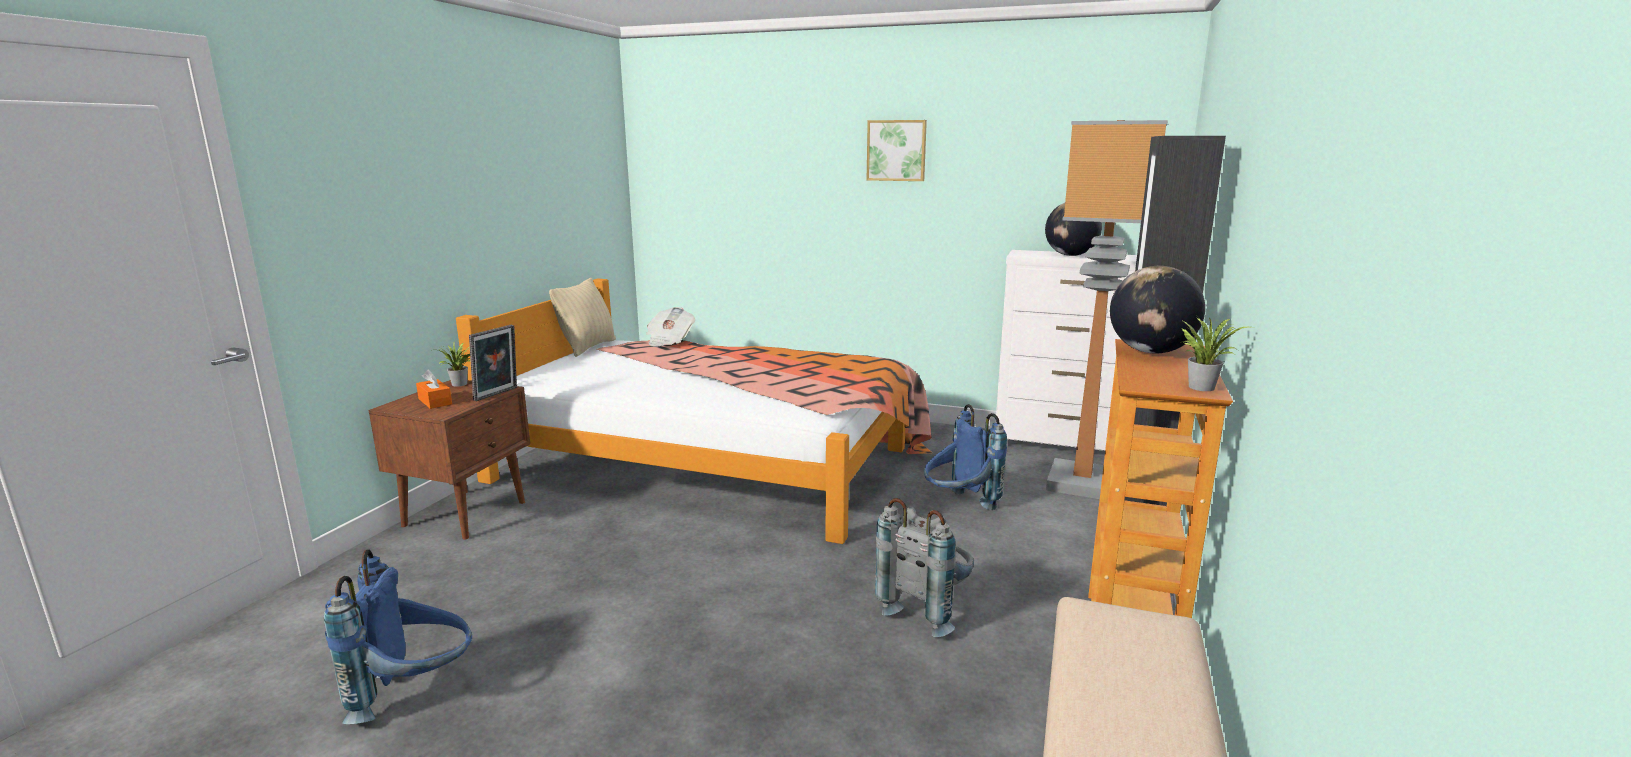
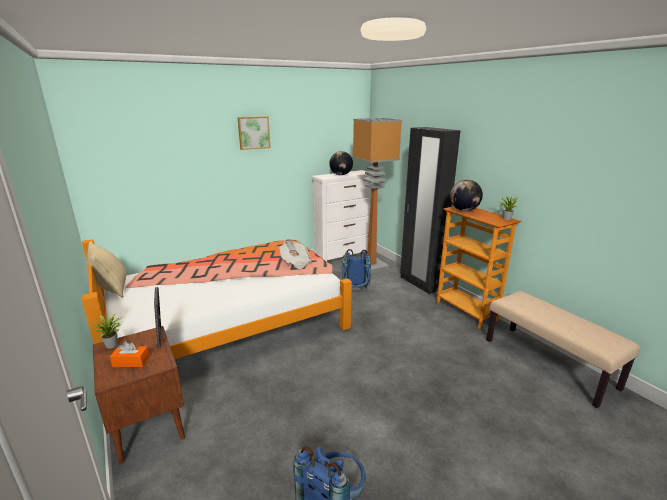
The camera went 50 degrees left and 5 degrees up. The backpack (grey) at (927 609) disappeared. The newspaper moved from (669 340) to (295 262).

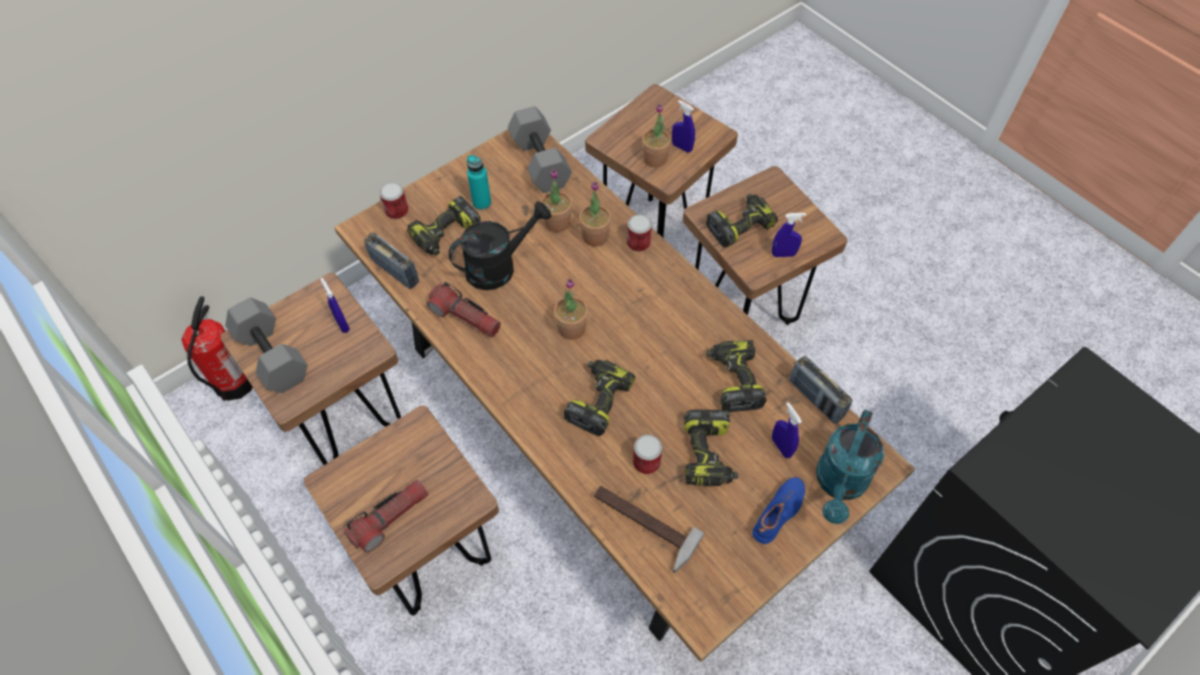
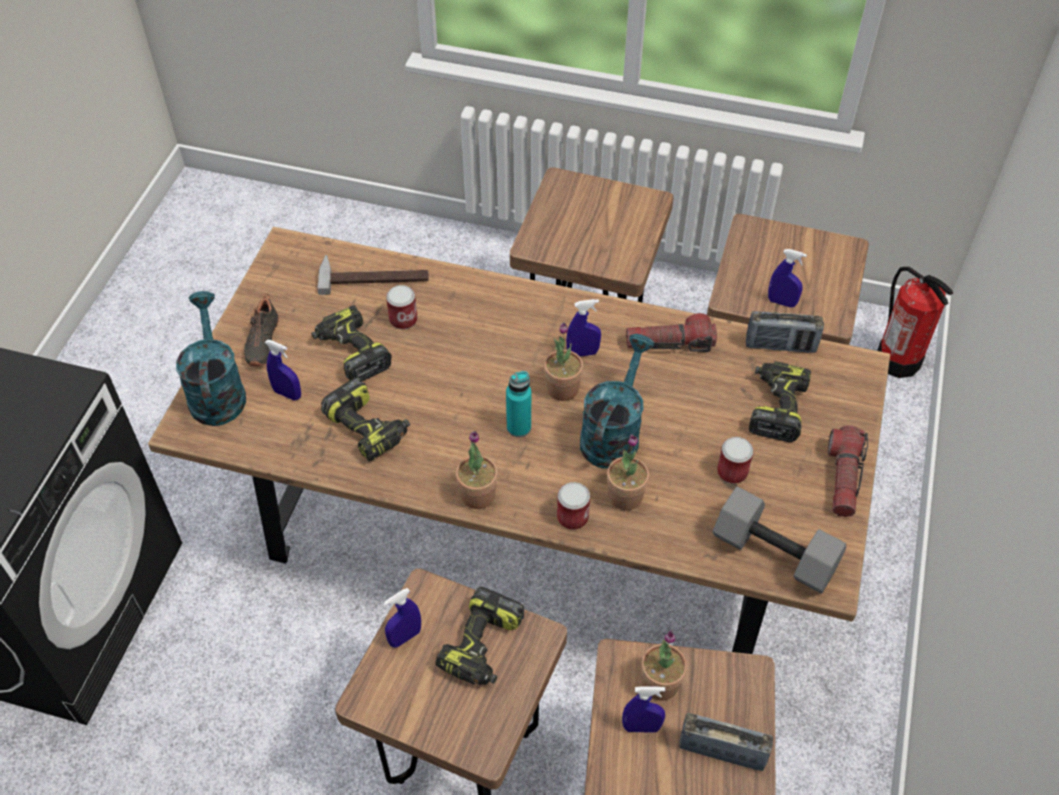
The camera went 145 degrees right and 5 degrees down. The dumbbell (grey) at (274 355) disappeared. The watering can (black) at (499 266) disappeared. The power drill at (598 400) disappeared. The spray bottle (blue) at (582 353) appeared. The watering can (turquoise) at (613 433) appeared. The flashlight moved from (390 518) to (843 478). The can moved from (397 211) to (732 471). The bottle (turquoise) moved from (482 203) to (519 427). The potted plant moved from (557 223) to (478 495). The radio moved from (815 399) to (722 752). The shoe (blue) at (779 514) became the shoe (black) at (261 341).

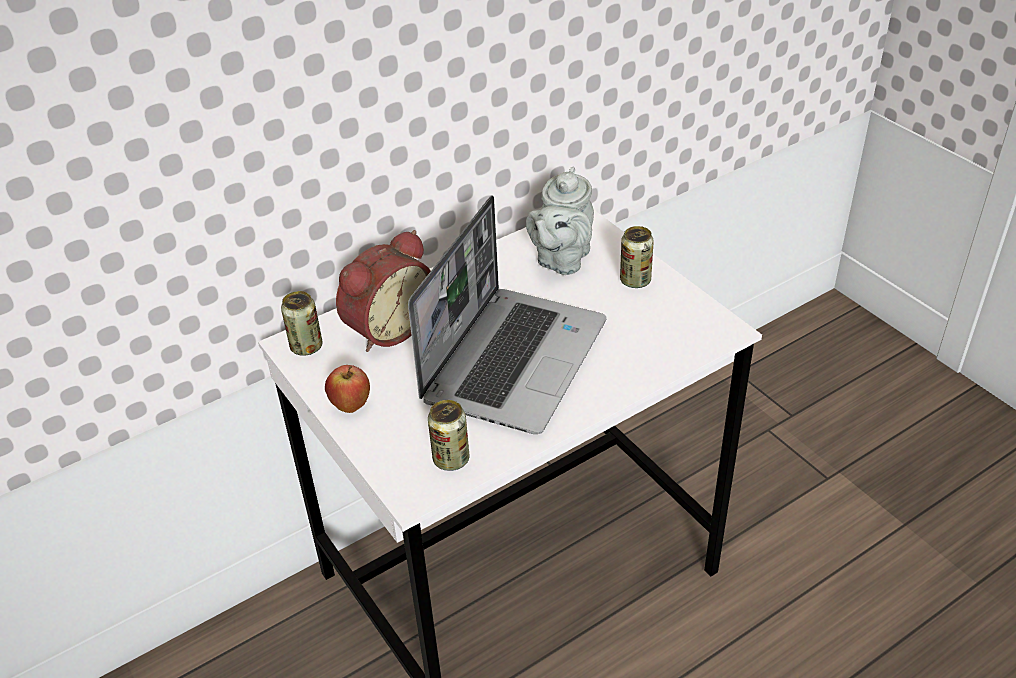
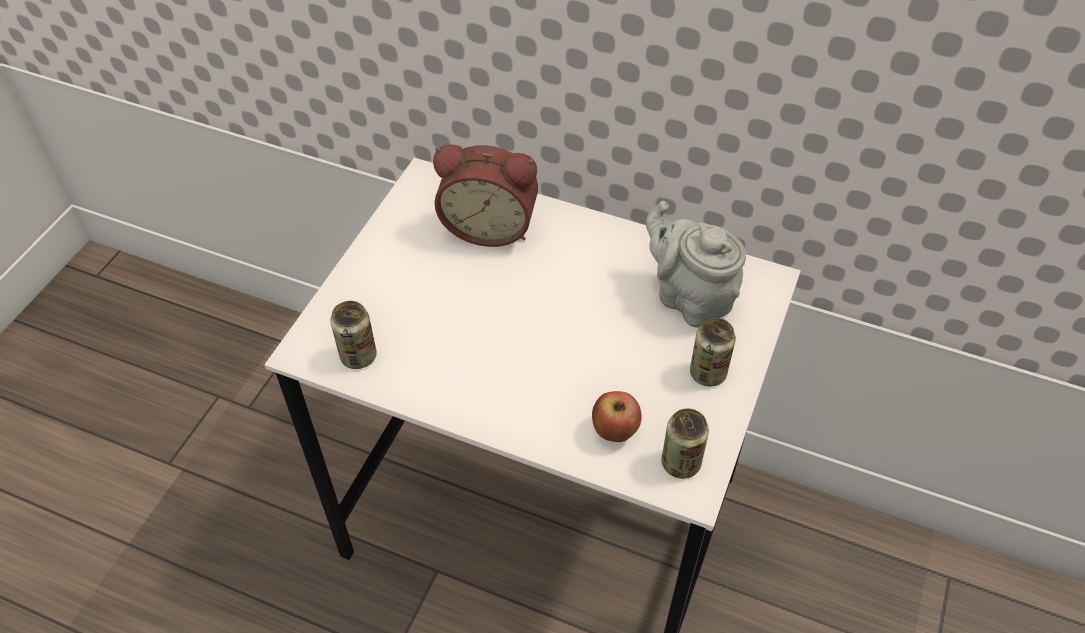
The camera went 55 degrees right and 10 degrees up. The laptop at (514 359) disappeared. The can moved from (306 347) to (680 463). The apple moved from (351 406) to (615 432). The teapot (grey) at (561 259) turned 60 degrees clockwise.

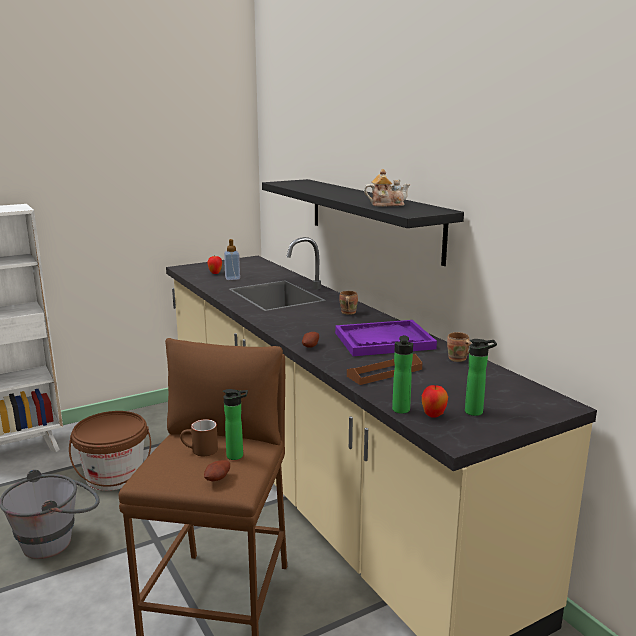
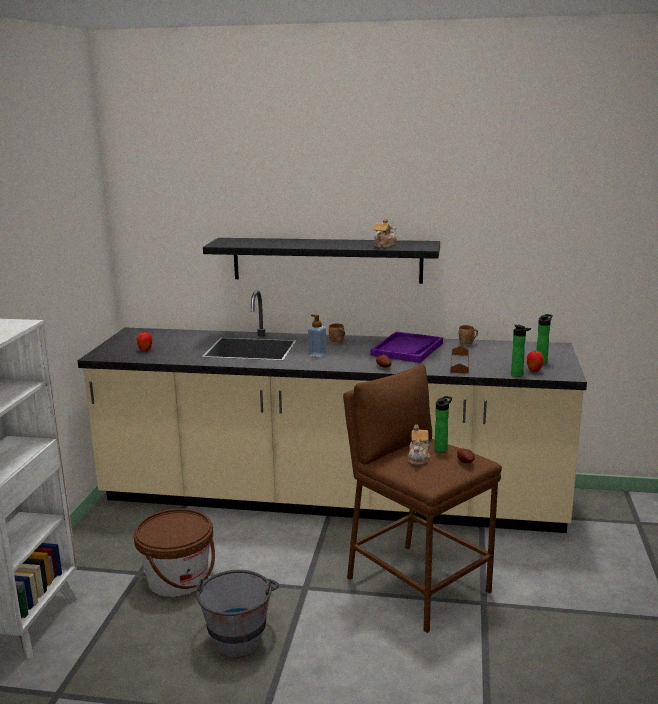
The camera went 50 degrees left and 0 degrees up. The soap dispenser moved from (232 278) to (317 355). The mug (brown) at (200 451) was replaced by the teapot at (419 458).

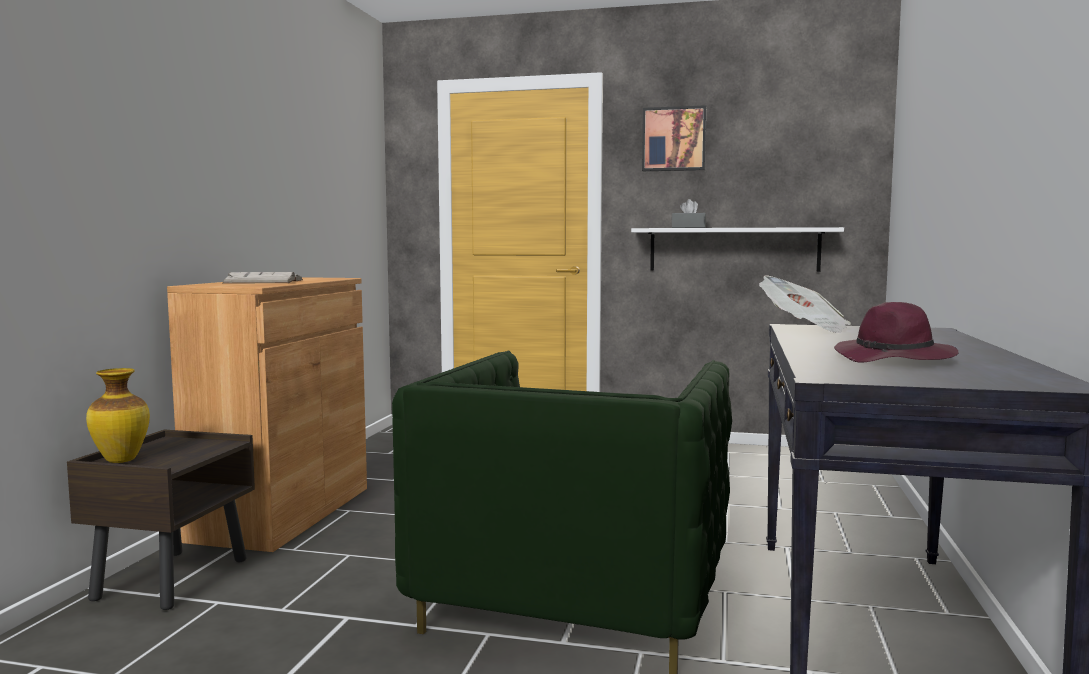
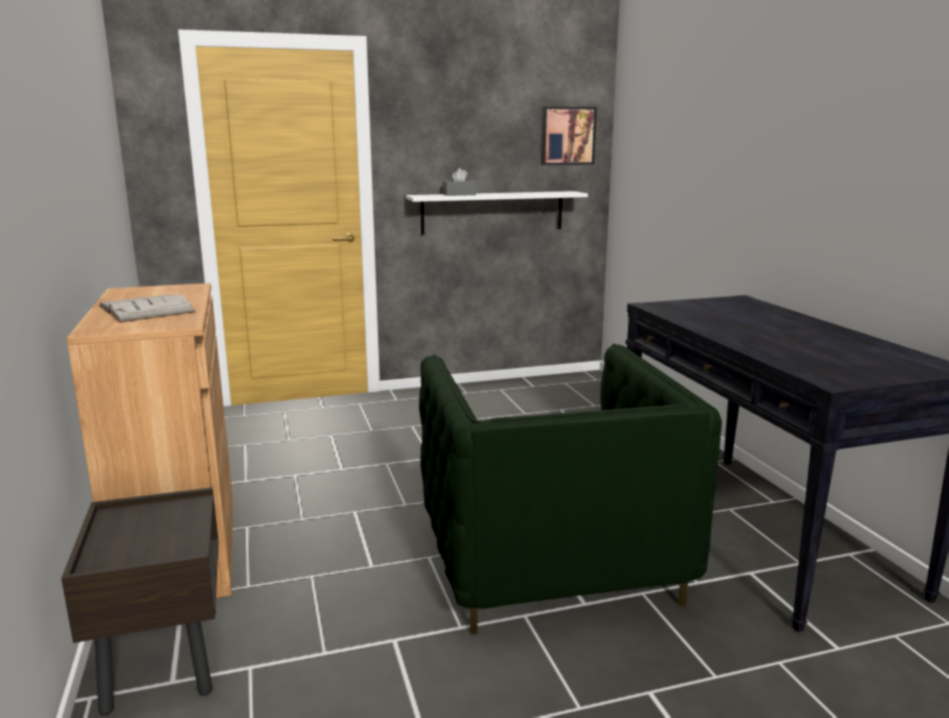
The camera went 30 degrees left and 10 degrees up. The vase at (120 460) disappeared. The newspaper at (804 329) disappeared. The hat (purple) at (895 359) disappeared. The picture moved from (674 139) to (567 136).

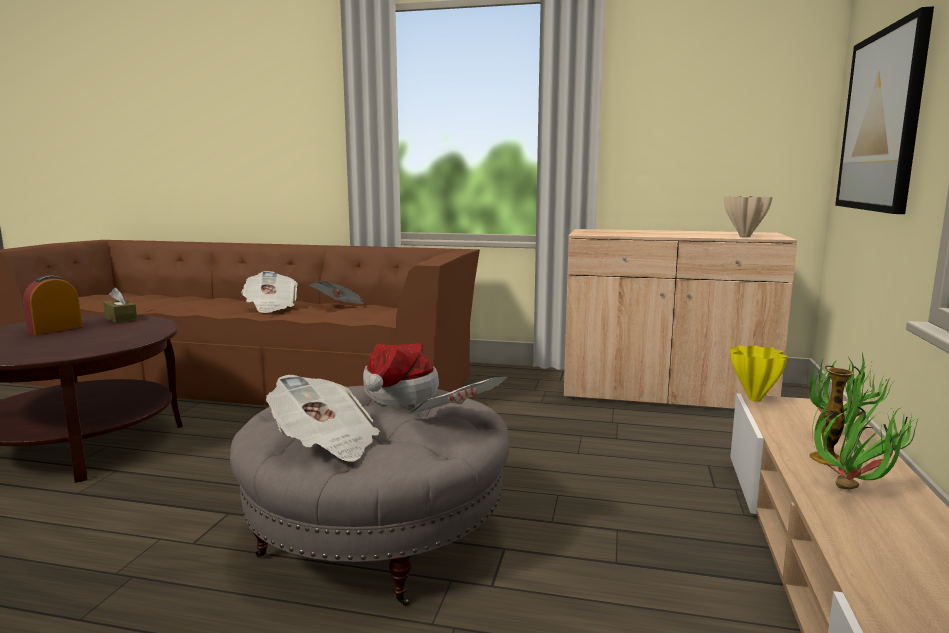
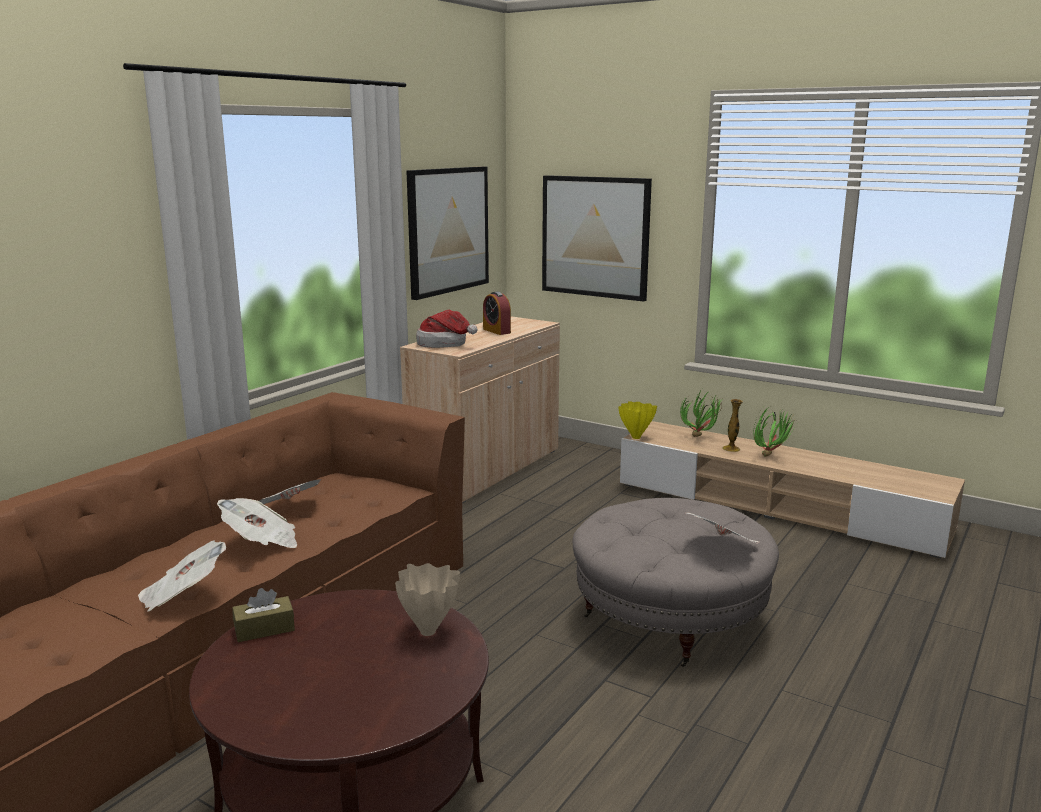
The camera went 70 degrees left and 5 degrees up. The picture at (447 230) appeared. The alarm clock moved from (55 329) to (496 331). The hat moved from (397 396) to (445 344). The newspaper moved from (457 421) to (183 596). The vase (beige) moved from (744 236) to (428 632).

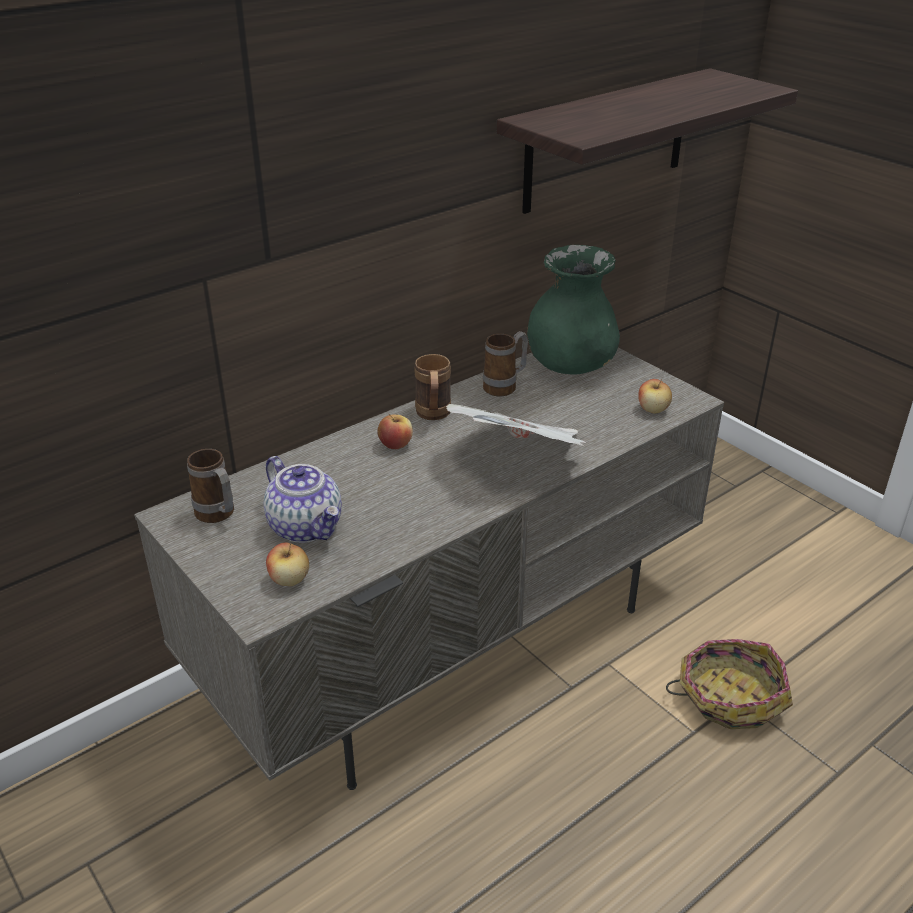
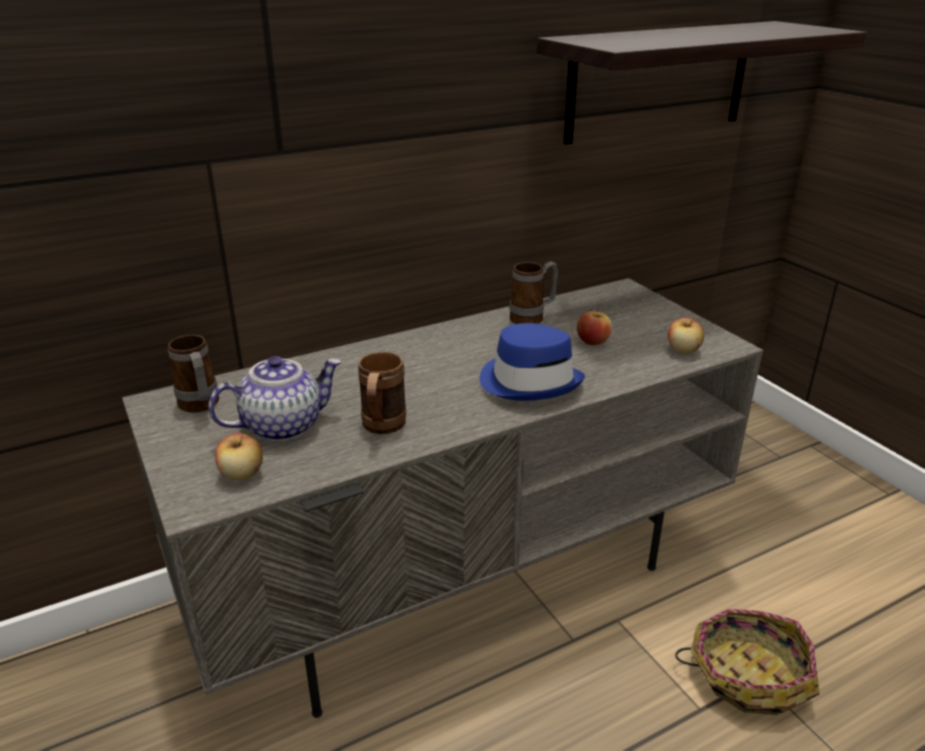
The camera went 10 degrees right and 5 degrees down. The vase (green) at (570 366) disappeared. The apple moved from (395 444) to (592 342). The mug (brown) moved from (433 416) to (381 429). The newspaper at (521 456) was replaced by the hat (blue) at (530 381). The teapot at (307 527) turned 90 degrees counterclockwise.

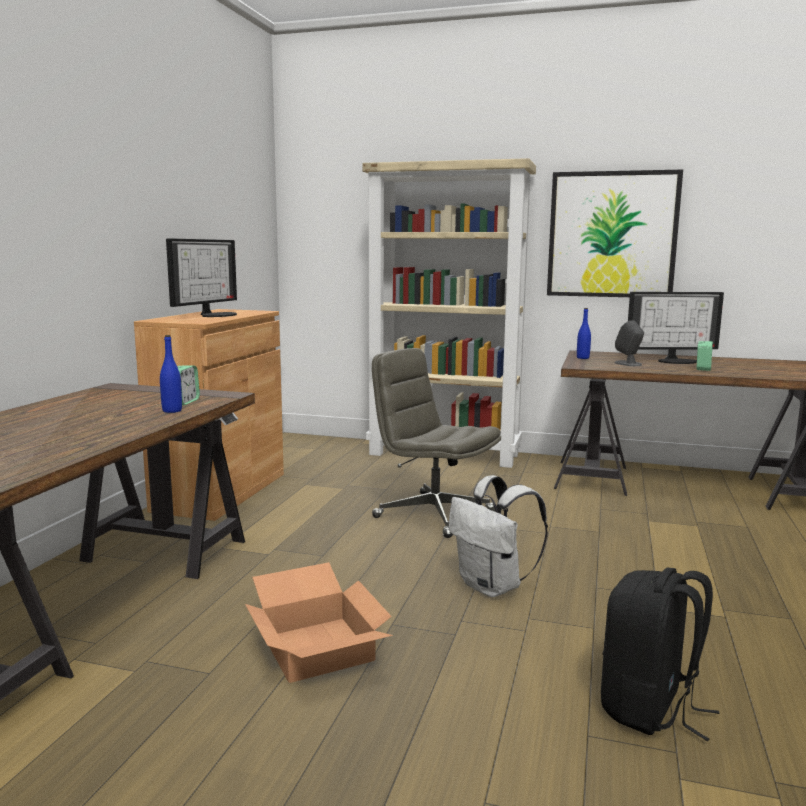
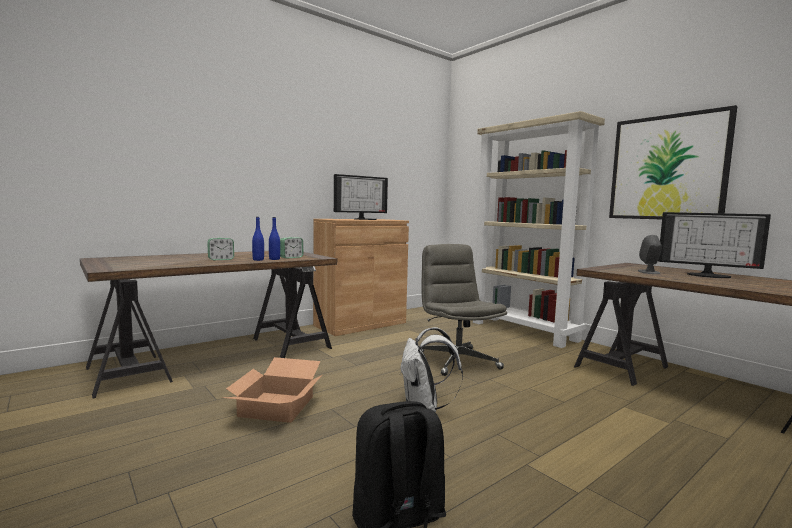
The camera went 35 degrees right and 5 degrees down. The bottle (blue) moved from (582 358) to (258 260). The alarm clock moved from (703 368) to (221 259).

